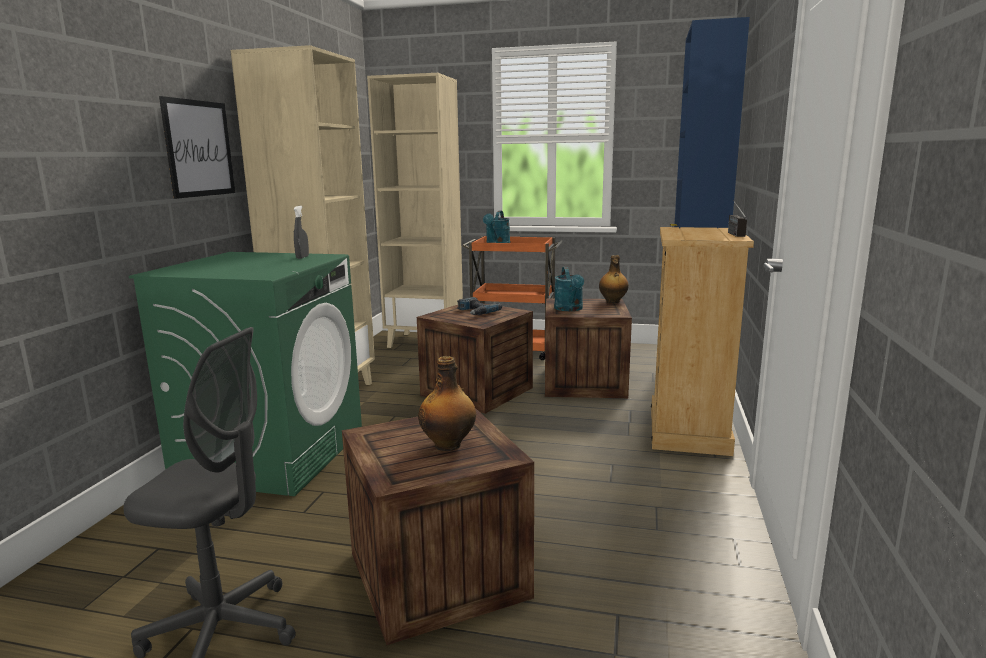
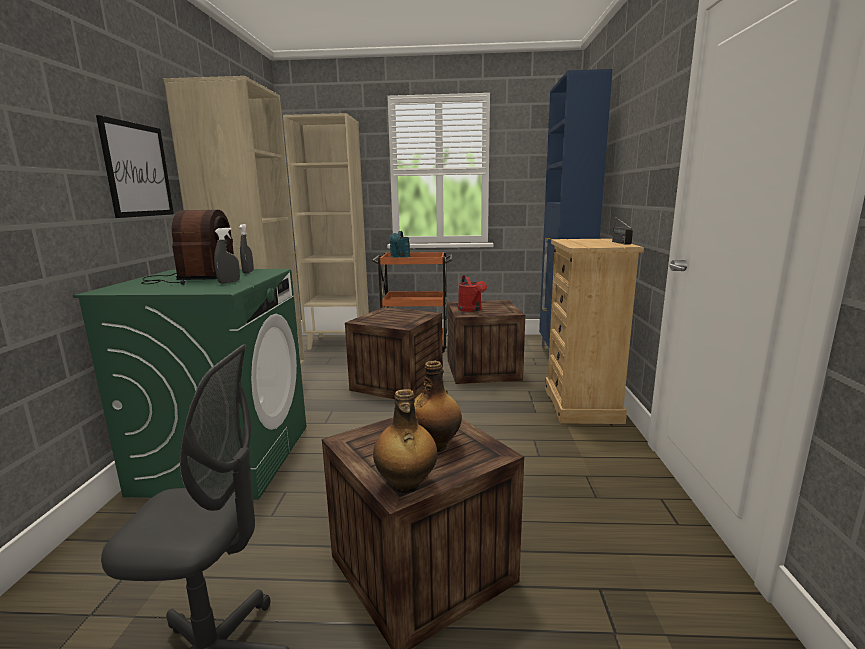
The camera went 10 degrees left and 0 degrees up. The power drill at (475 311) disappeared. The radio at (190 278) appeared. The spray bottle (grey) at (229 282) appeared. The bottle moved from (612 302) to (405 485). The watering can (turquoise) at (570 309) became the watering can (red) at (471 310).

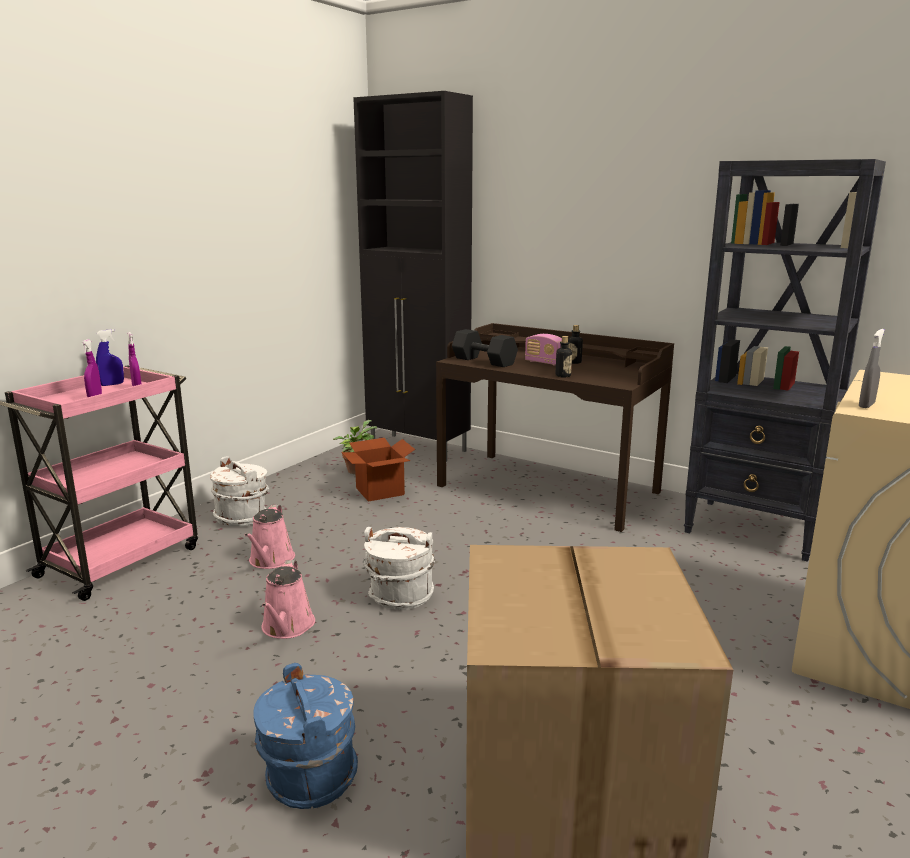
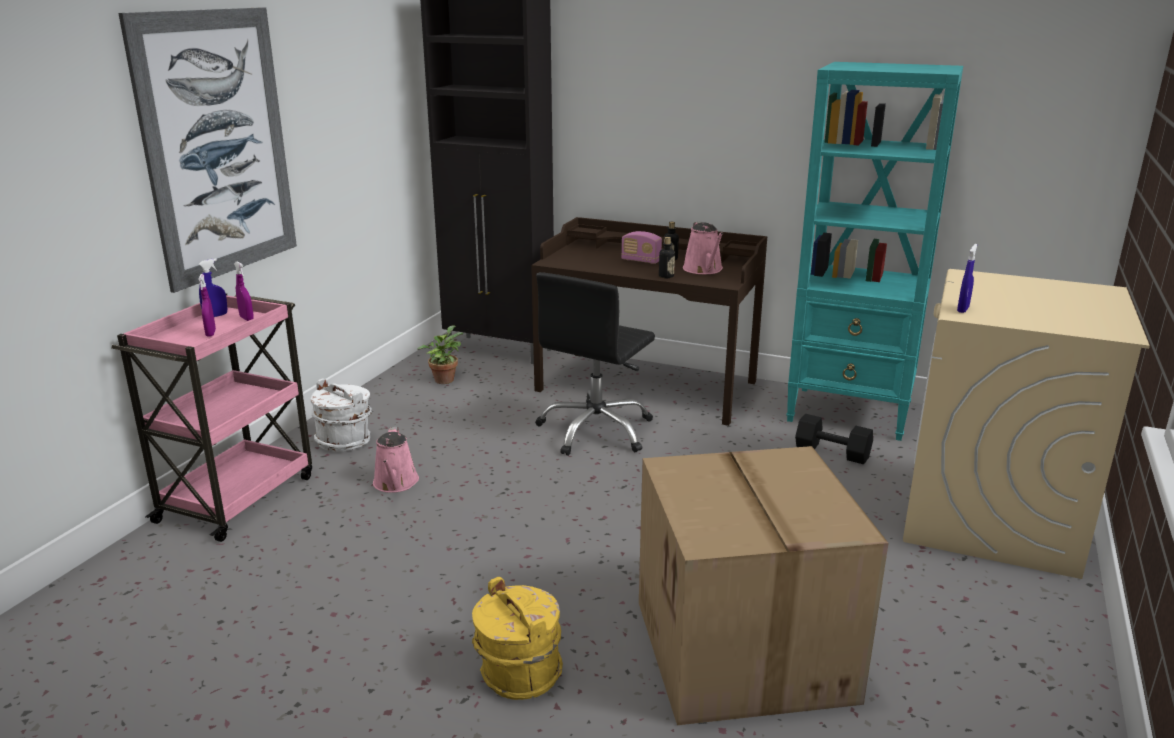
The camera went 10 degrees left and 5 degrees up. The cardboard box at (380 491) disappeared. The bucket (white) at (400 595) disappeared. The picture at (217 145) appeared. The office chair (black) at (596 430) appeared. The watering can (pink) moved from (287 627) to (704 270). The dumbbell (black) moved from (483 361) to (831 452). The bucket (blue) at (309 777) became the bucket (yellow) at (519 674). The bookcase (black) at (755 530) became the bookcase (turquoise) at (850 413). The spray bottle (grey) at (866 405) became the spray bottle (blue) at (963 309).

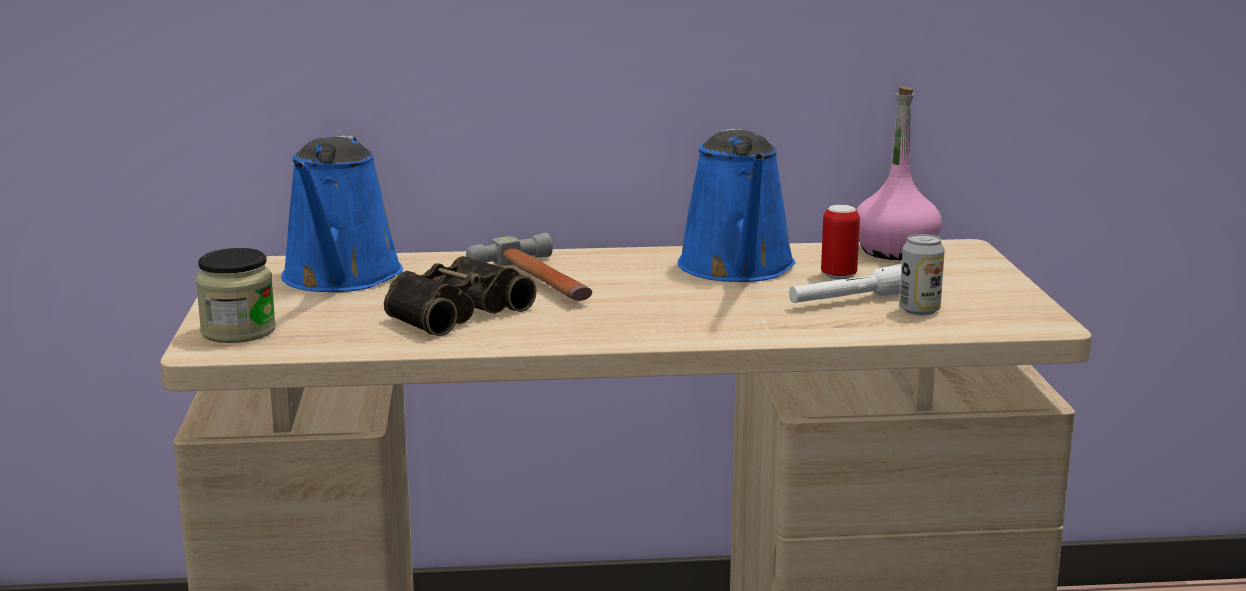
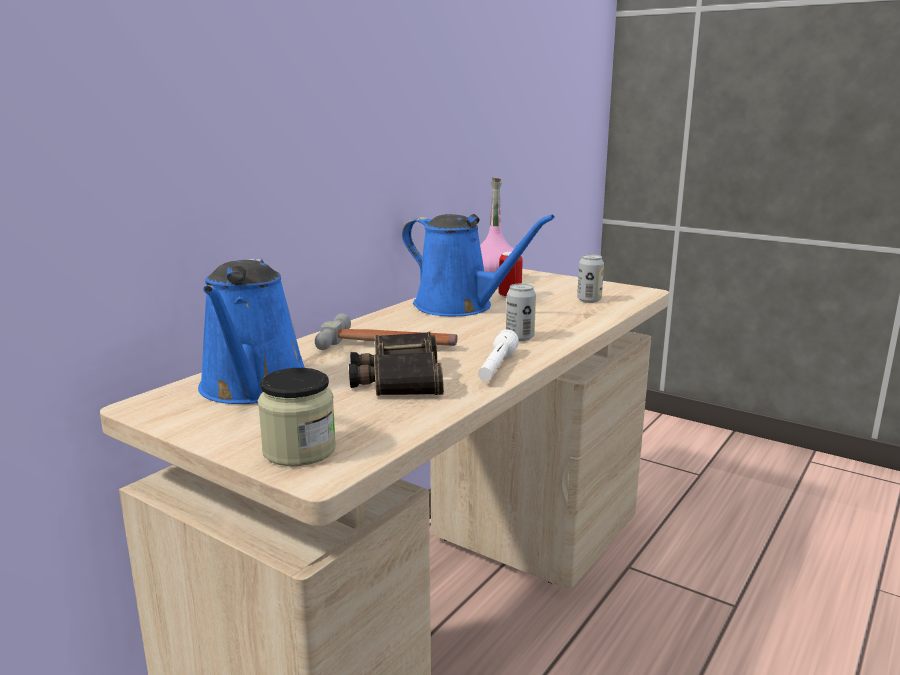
The camera went 50 degrees left and 0 degrees up. The can at (520 337) appeared. The flashlight (white) moved from (848 301) to (496 367). The watering can (blue) at (340 278) turned 45 degrees clockwise.

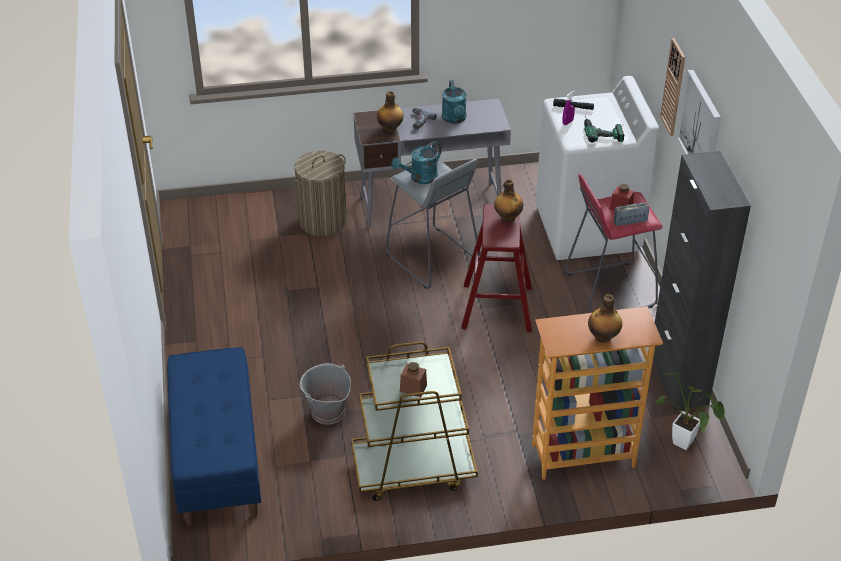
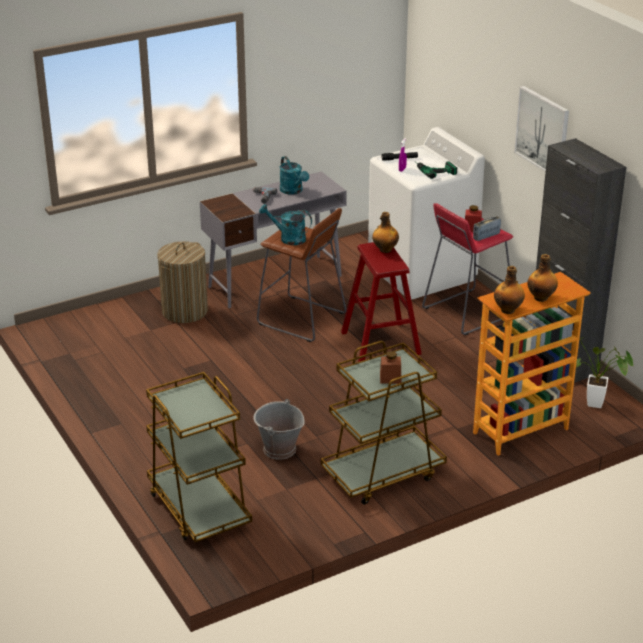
The camera went 20 degrees left and 10 degrees down. The wall clock at (673 87) disappeared. The bottle moved from (390 128) to (508 310). The bench (blue) at (216 460) was replaced by the cart (brown) at (198 508). The stool (grey) at (432 258) became the stool (brown) at (301 319). The watering can (turquoise) at (420 178) turned 75 degrees clockwise.

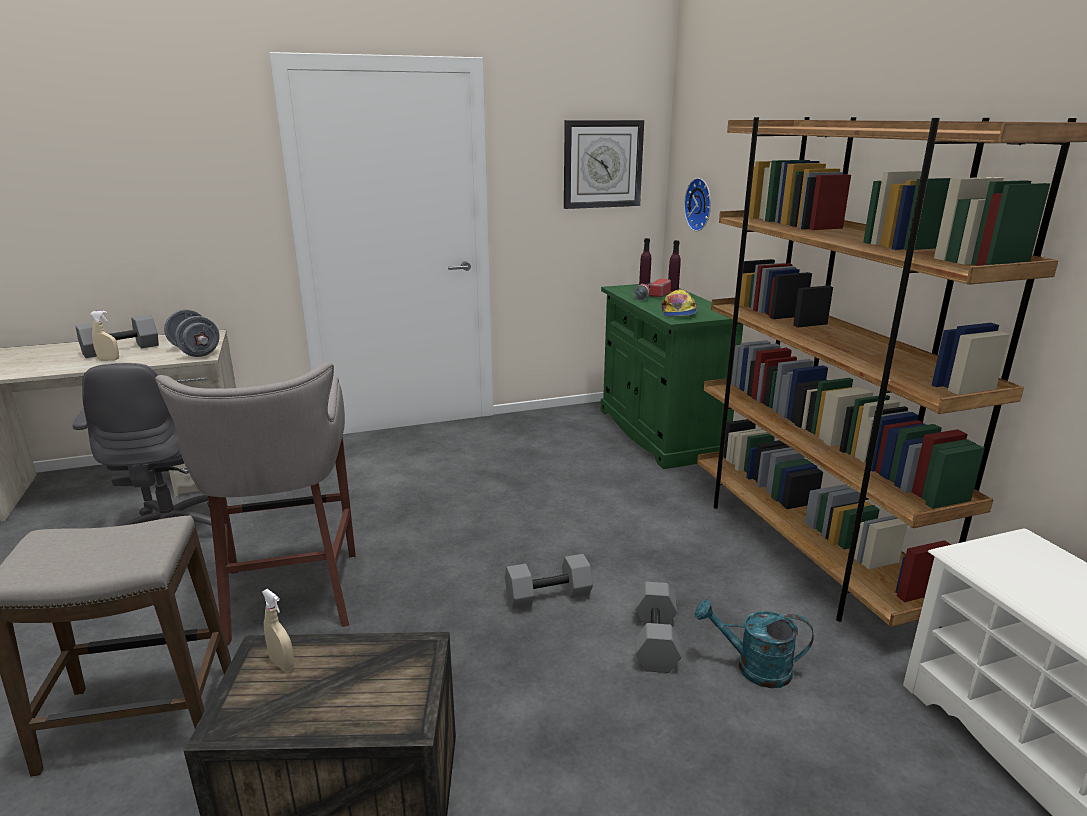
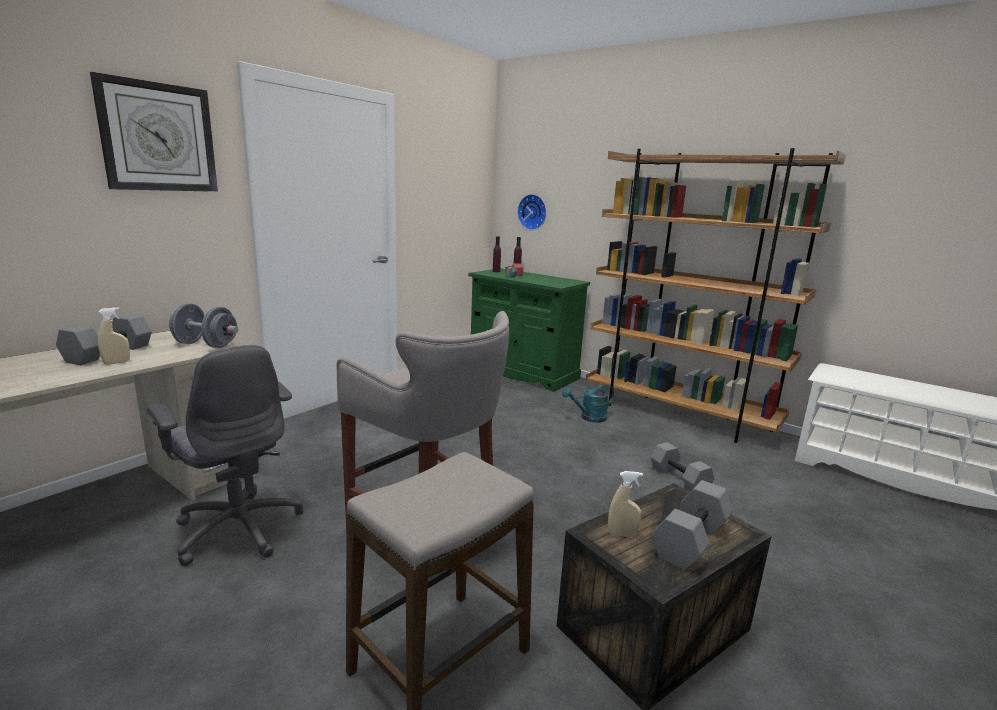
The camera went 35 degrees left and 5 degrees down. The cap at (678 312) disappeared. The dumbbell (grey) moved from (548 595) to (689 539). The wall clock moved from (602 164) to (158 137). The watering can (turquoise) moved from (753 668) to (589 418).

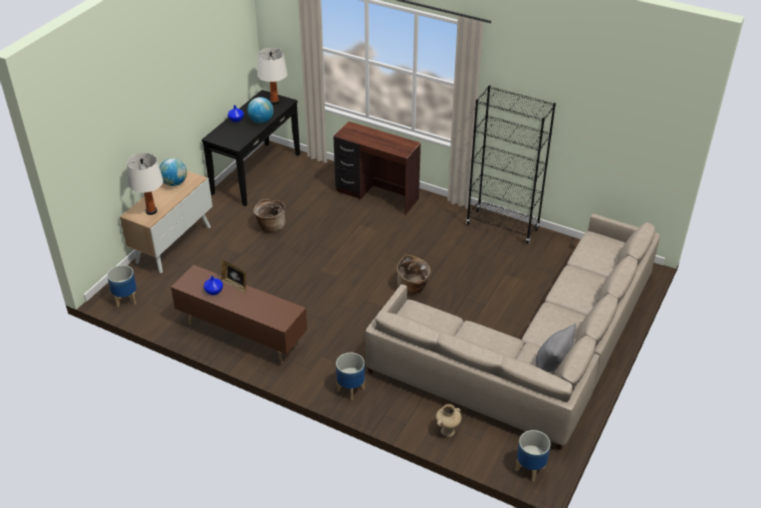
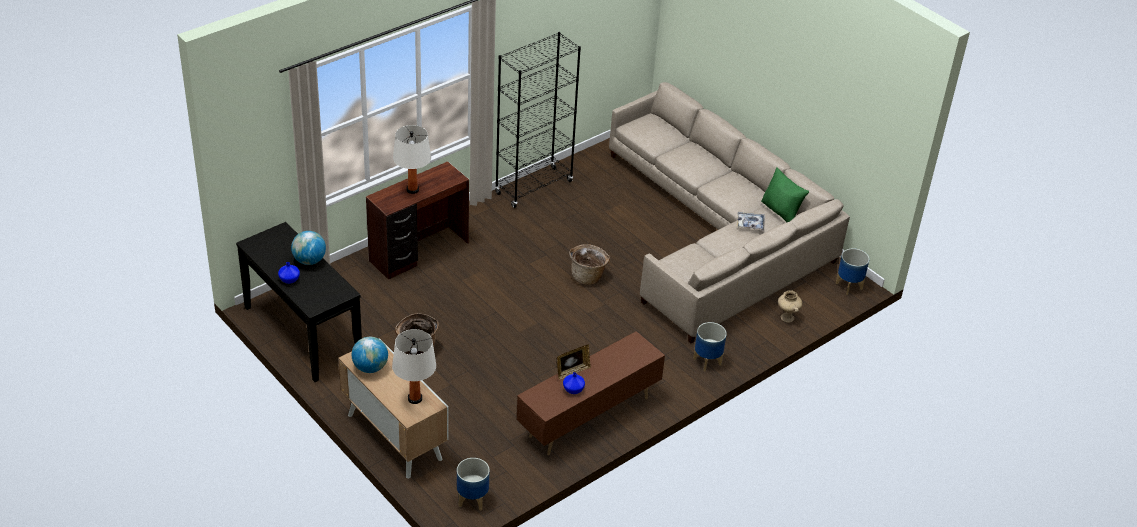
The camera went 70 degrees left and 0 degrees up. The tray at (750 223) appeared. The table lamp (white) moved from (274 102) to (412 190). The pillow (grey) at (552 364) became the pillow (green) at (781 212).

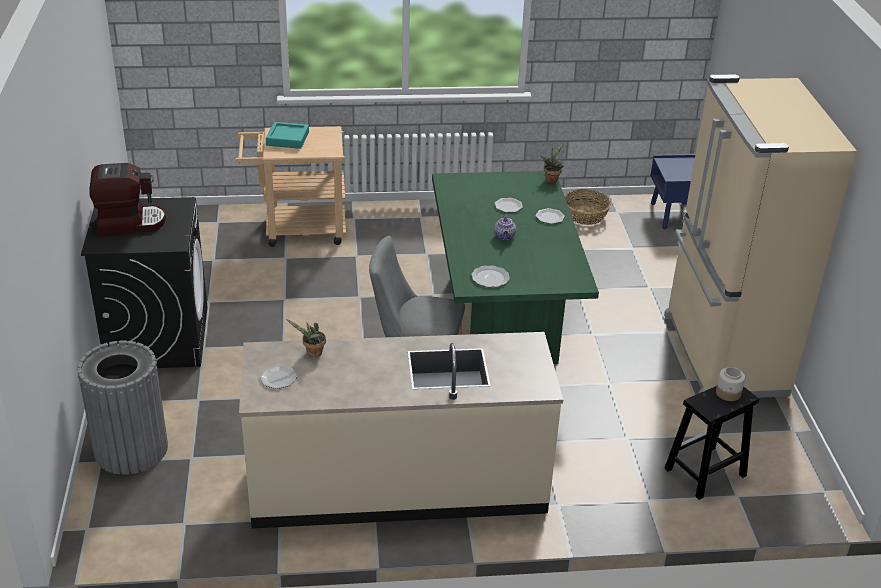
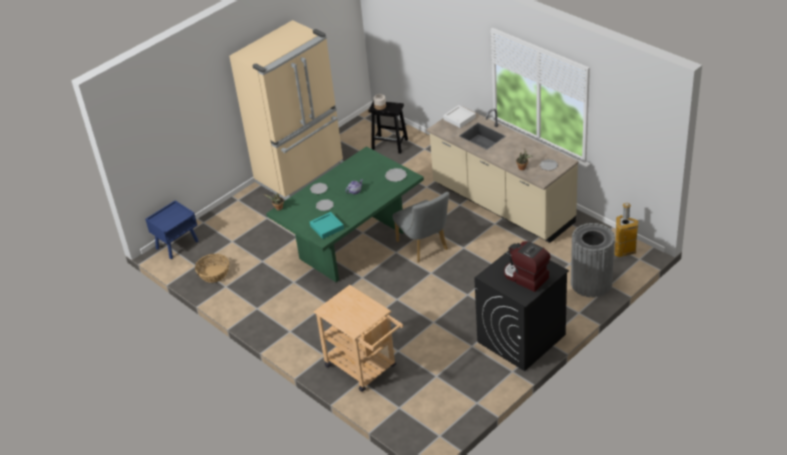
The camera went 125 degrees left and 5 degrees up. The tray (white) at (459 118) appeared. The trash can at (624 251) appeared. The tray (turquoise) moved from (287 139) to (327 227).

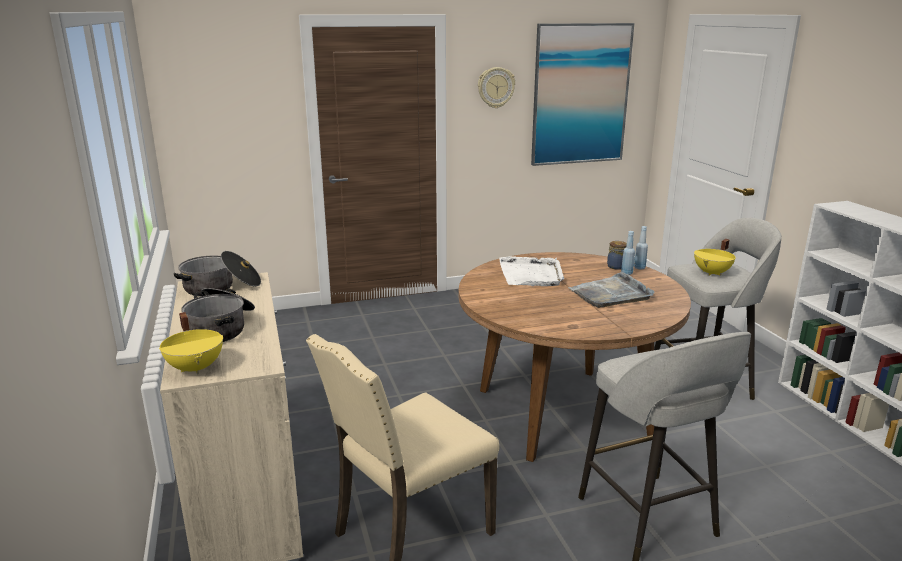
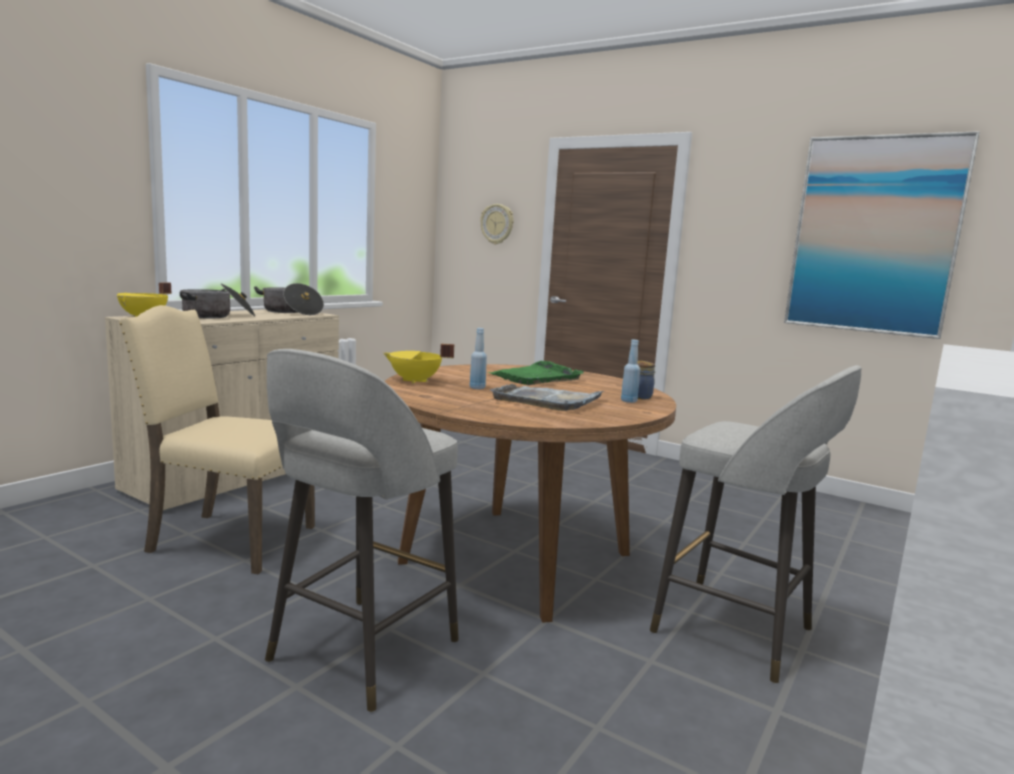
The camera went 50 degrees right and 10 degrees down. The wall clock moved from (496 87) to (497 224). The bottle (blue) moved from (639 268) to (477 388). The cooking pot (yellow) moved from (712 273) to (415 381). The tray (white) at (531 274) became the tray (green) at (536 377).

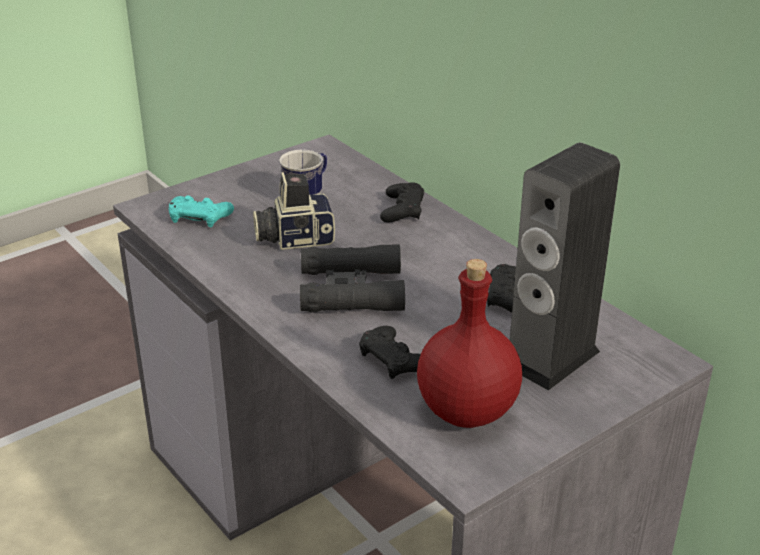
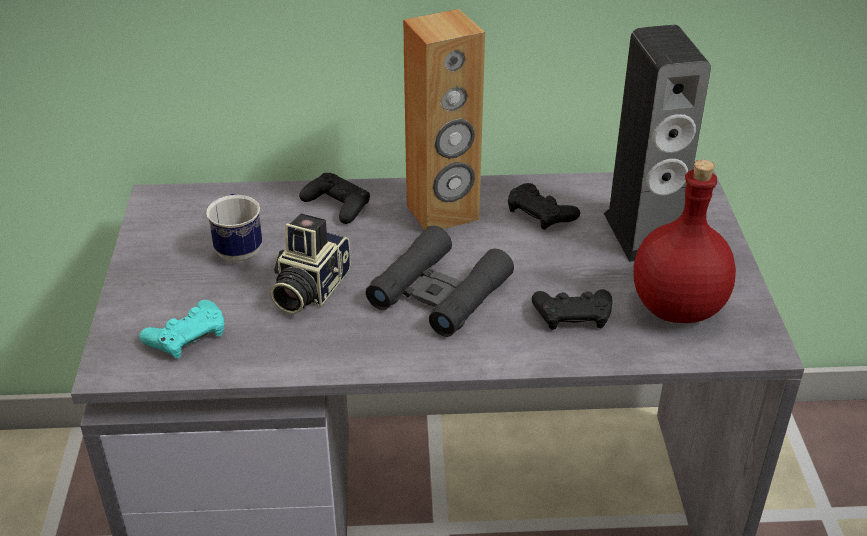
The camera went 55 degrees left and 5 degrees up. The speaker (brown) at (443 213) appeared.

